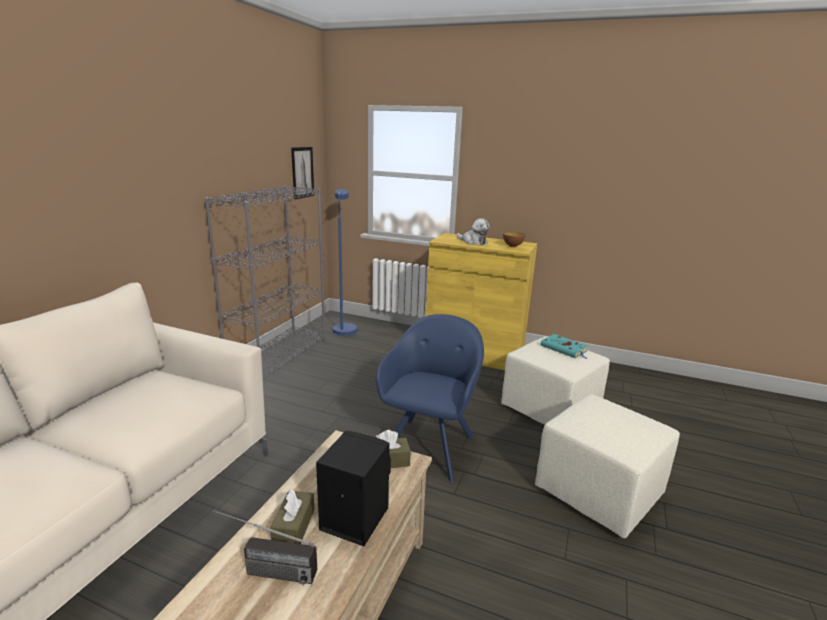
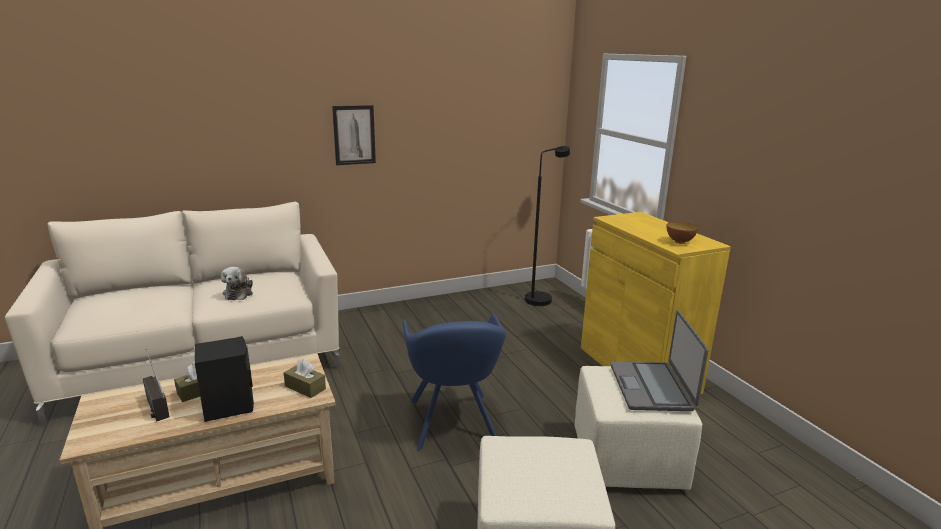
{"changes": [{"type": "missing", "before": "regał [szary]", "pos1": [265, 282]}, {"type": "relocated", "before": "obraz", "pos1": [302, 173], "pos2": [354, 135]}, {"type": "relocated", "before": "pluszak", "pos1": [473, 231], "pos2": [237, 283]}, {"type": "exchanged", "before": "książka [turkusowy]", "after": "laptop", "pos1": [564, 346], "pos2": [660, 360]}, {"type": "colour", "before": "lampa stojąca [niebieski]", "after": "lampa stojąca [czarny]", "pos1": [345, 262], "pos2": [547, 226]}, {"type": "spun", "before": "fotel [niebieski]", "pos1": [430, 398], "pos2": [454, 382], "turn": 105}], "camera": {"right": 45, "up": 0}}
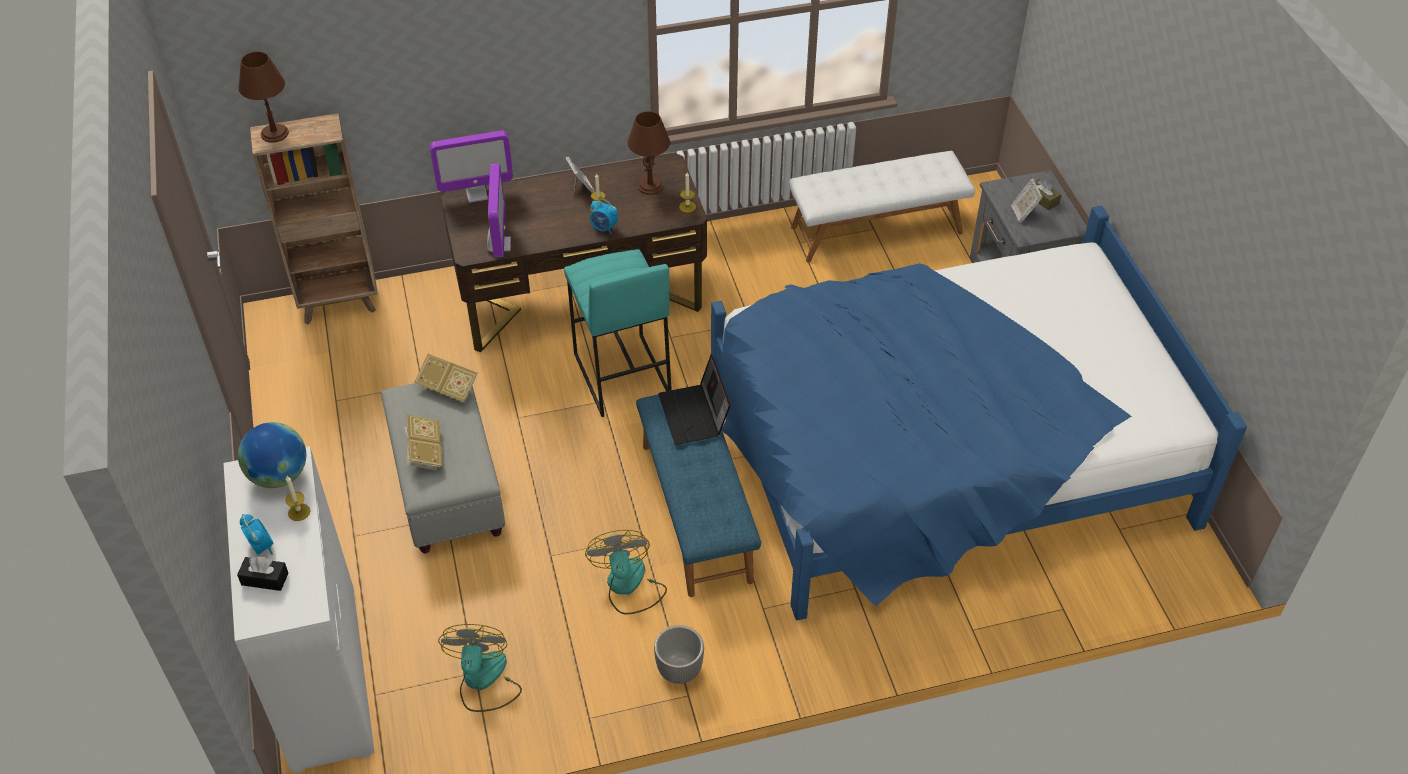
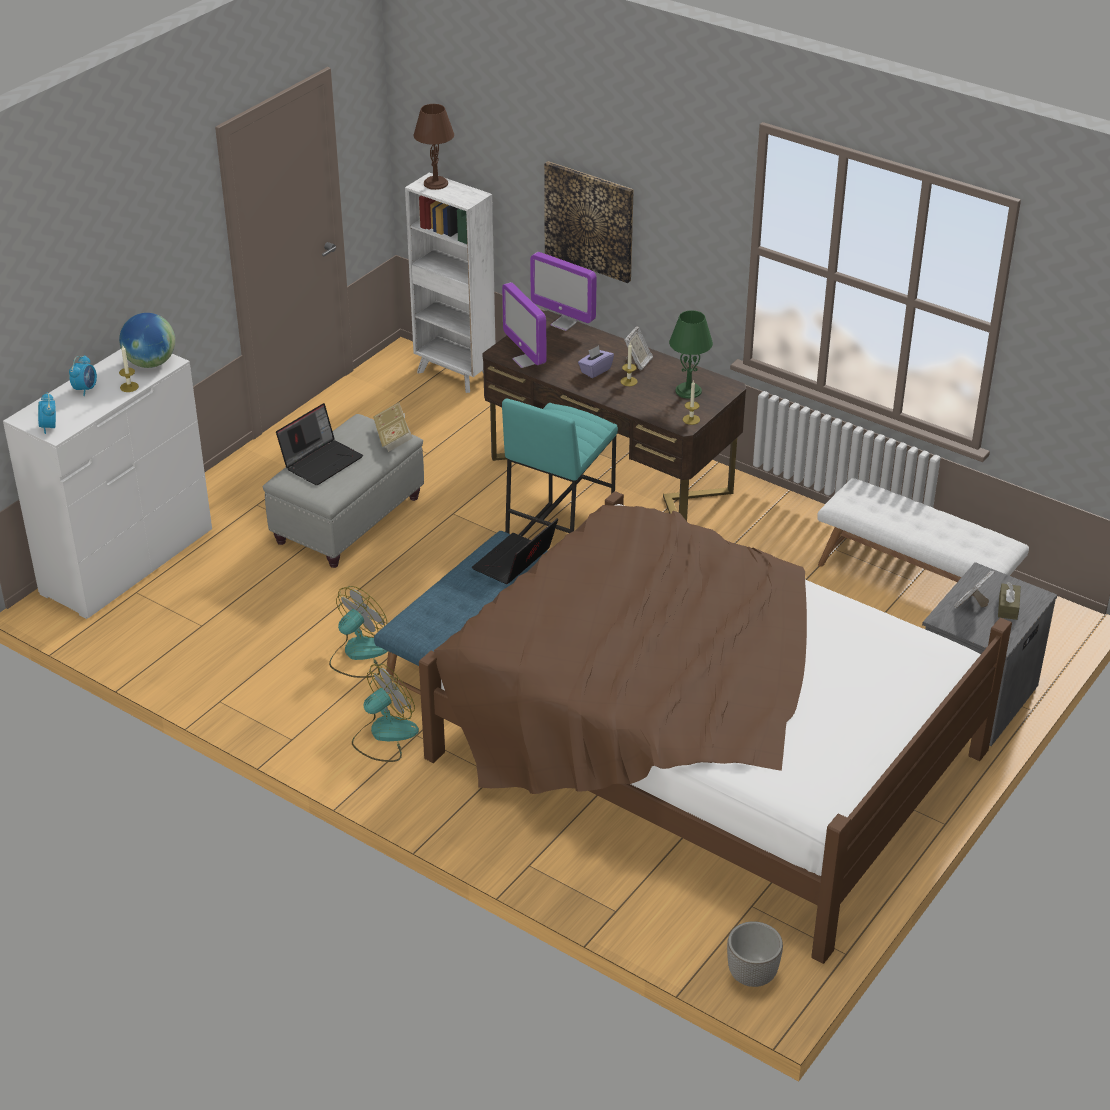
{"changes": [{"type": "missing", "before": "pudełko chusteczek [czarny]", "pos1": [262, 574]}, {"type": "appeared", "after": "obraz", "pos2": [589, 222]}, {"type": "appeared", "after": "pudełko chusteczek [fioletowy]", "pos2": [596, 362]}, {"type": "relocated", "before": "wentylator", "pos1": [480, 668], "pos2": [385, 713]}, {"type": "relocated", "before": "budzik", "pos1": [604, 216], "pos2": [47, 413]}, {"type": "relocated", "before": "donica", "pos1": [679, 654], "pos2": [755, 954]}, {"type": "exchanged", "before": "książka", "after": "laptop", "pos1": [423, 442], "pos2": [319, 444]}, {"type": "colour", "before": "regał [brązowy]", "after": "regał [biały]", "pos1": [314, 218], "pos2": [450, 283]}, {"type": "colour", "before": "lampa stołowa [brązowy]", "after": "lampa stołowa [zielony]", "pos1": [649, 153], "pos2": [691, 354]}, {"type": "colour", "before": "łóżko [niebieski]", "after": "łóżko [brązowy]", "pos1": [979, 413], "pos2": [715, 727]}, {"type": "spun", "before": "monitor", "pos1": [499, 211], "pos2": [524, 325], "turn": 105}], "camera": {"right": 50, "up": -10}}
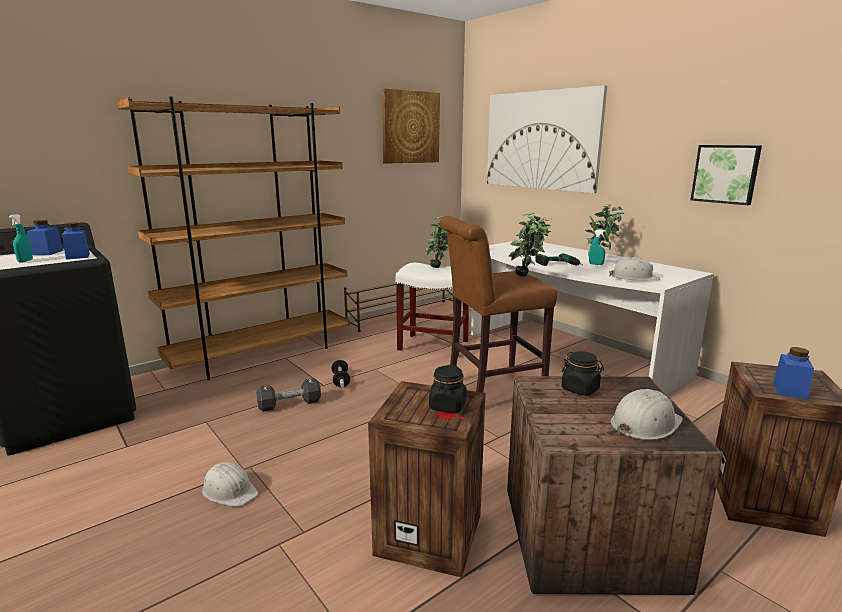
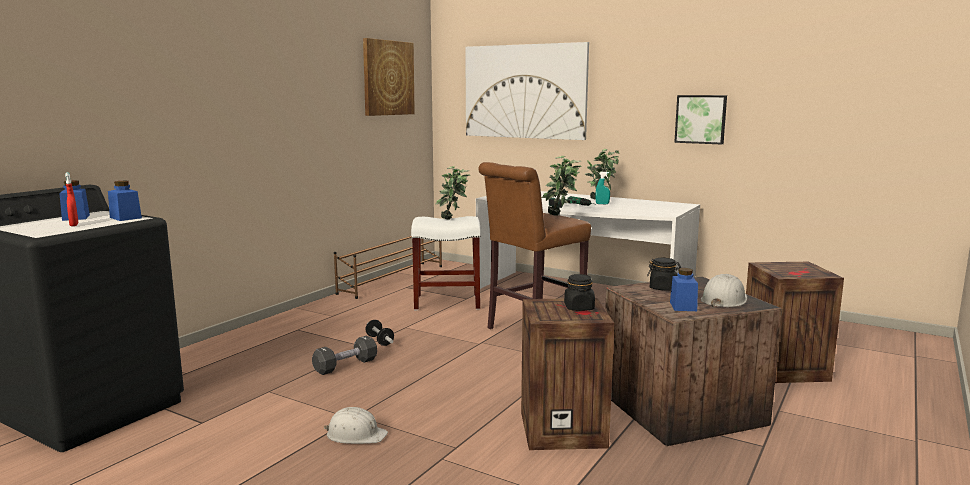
{"changes": [{"type": "missing", "before": "regał [brązowy]", "pos1": [233, 238]}, {"type": "missing", "before": "kask [biały]", "pos1": [634, 268]}, {"type": "relocated", "before": "słoik [niebieski]", "pos1": [794, 373], "pos2": [684, 289]}, {"type": "colour", "before": "spryskiwacz [turkusowy]", "after": "spryskiwacz [czerwony]", "pos1": [21, 238], "pos2": [72, 199]}], "camera": {"right": -20, "up": -5}}
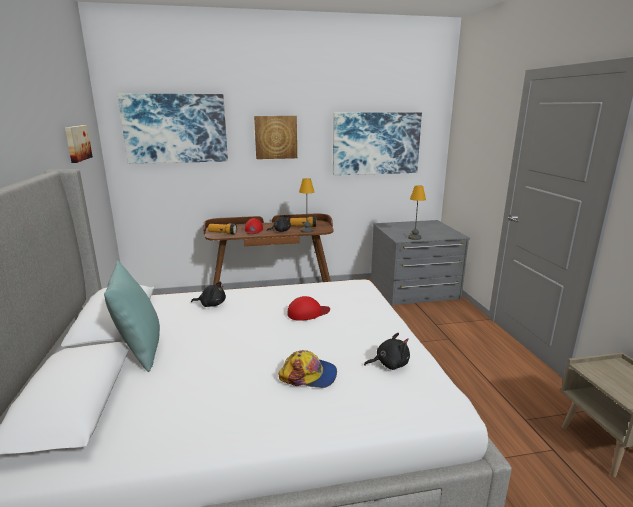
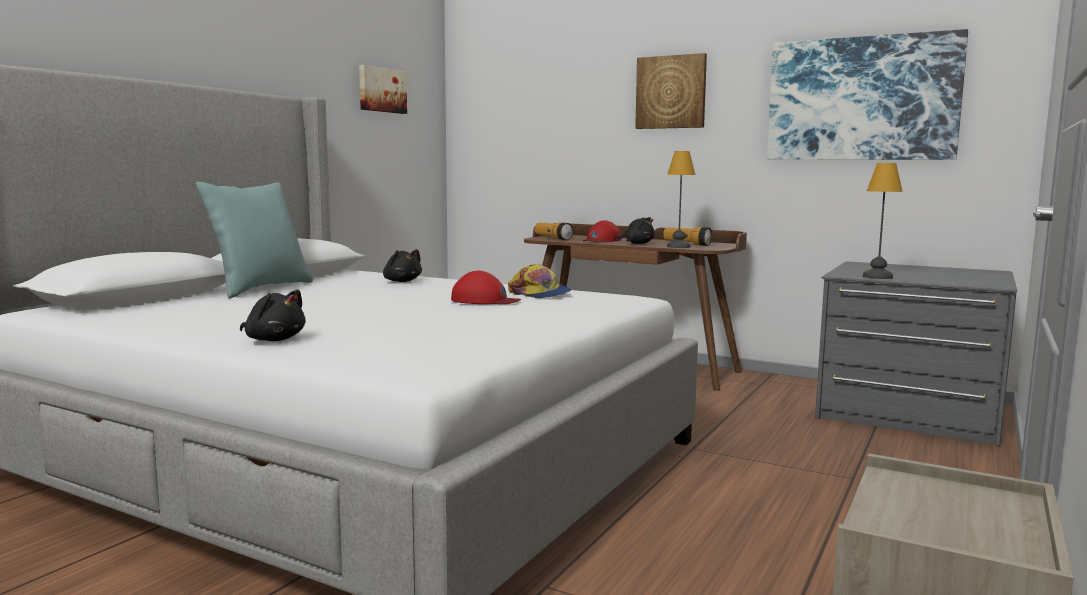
{"changes": [{"type": "missing", "before": "obraz", "pos1": [173, 129]}, {"type": "relocated", "before": "czapka z daszkiem", "pos1": [307, 369], "pos2": [539, 281]}, {"type": "relocated", "before": "pluszak [czarny]", "pos1": [387, 351], "pos2": [273, 315]}], "camera": {"right": 40, "up": -10}}
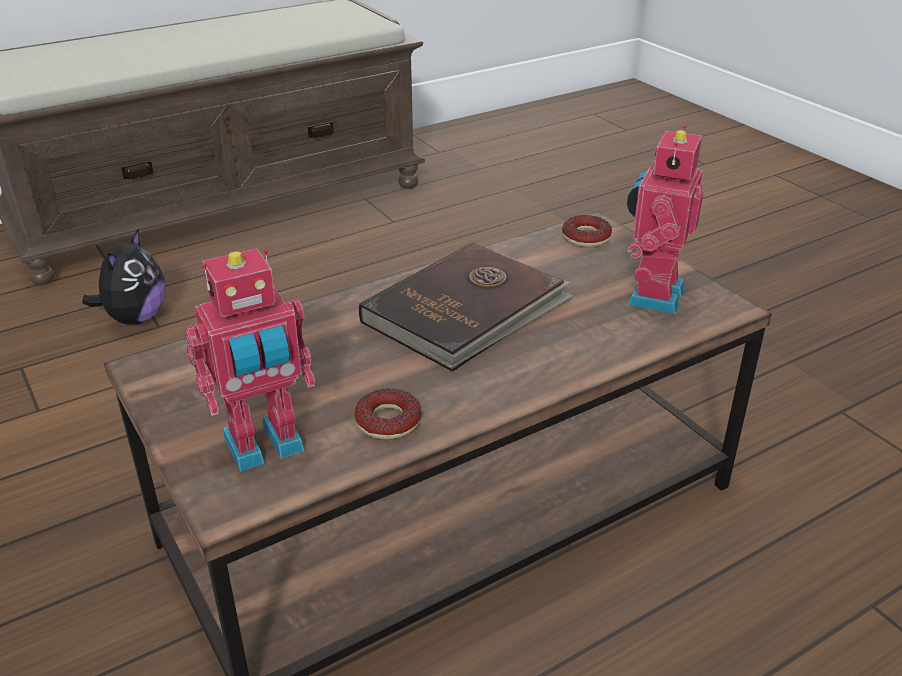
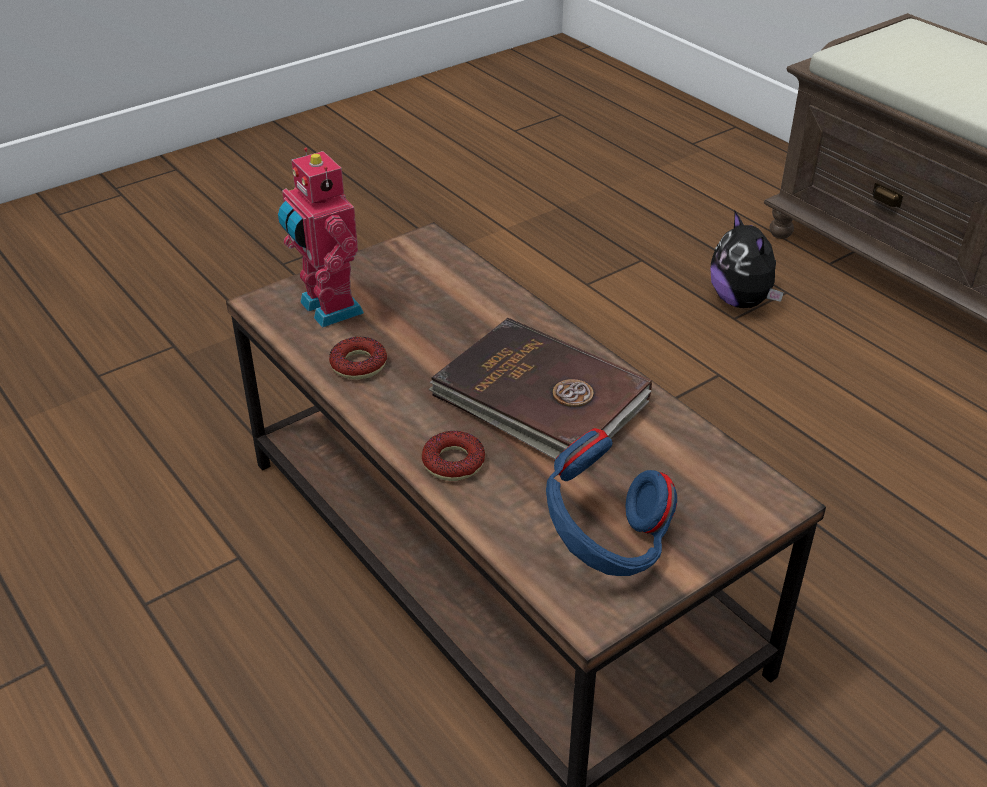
{"changes": [{"type": "relocated", "before": "donut", "pos1": [587, 231], "pos2": [453, 456]}, {"type": "exchanged", "before": "robot zabawkowy", "after": "słuchawki [niebieski]", "pos1": [665, 219], "pos2": [611, 502]}, {"type": "spun", "before": "pluszak", "pos1": [123, 276], "pos2": [747, 259], "turn": 60}], "camera": {"right": 85, "up": 5}}
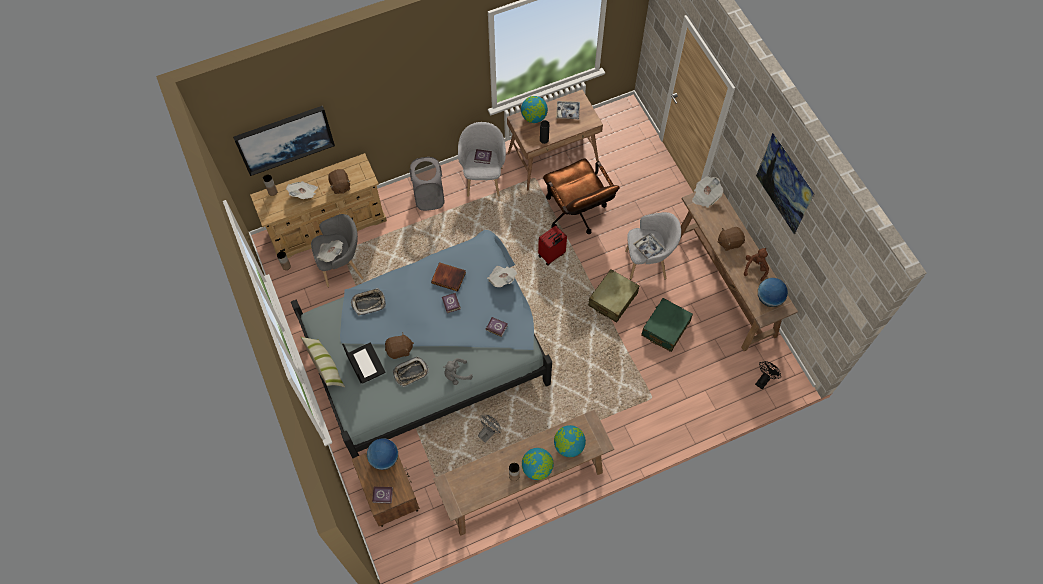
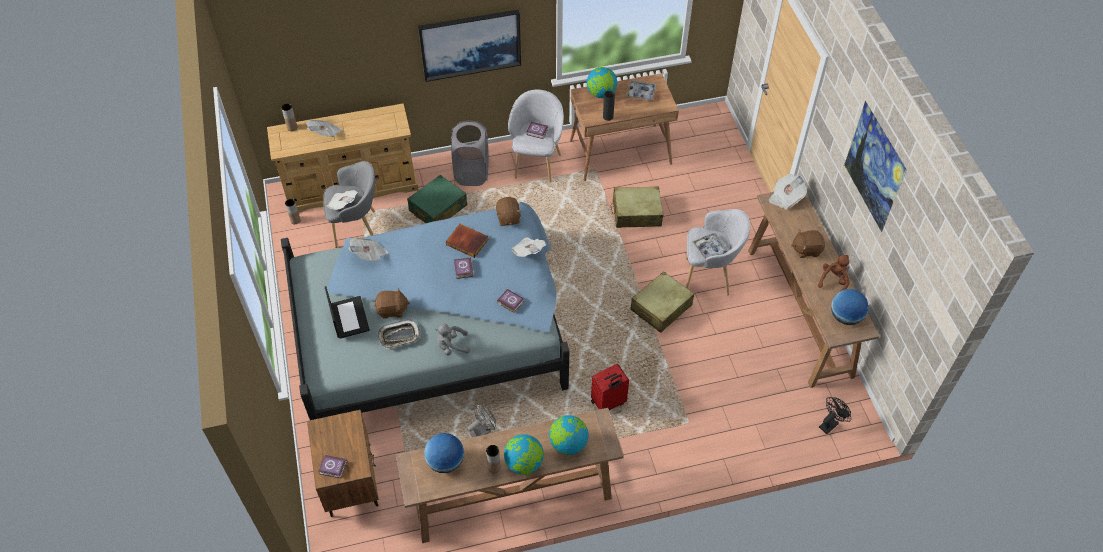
{"changes": [{"type": "missing", "before": "poduszka", "pos1": [323, 362]}, {"type": "relocated", "before": "obraz", "pos1": [284, 141], "pos2": [469, 46]}, {"type": "relocated", "before": "pluszak [brązowy]", "pos1": [339, 181], "pos2": [509, 211]}, {"type": "relocated", "before": "globus", "pos1": [382, 454], "pos2": [444, 453]}, {"type": "relocated", "before": "walizka [czerwony]", "pos1": [552, 245], "pos2": [610, 387]}, {"type": "relocated", "before": "walizka [zielony]", "pos1": [667, 325], "pos2": [437, 199]}, {"type": "exchanged", "before": "taca", "after": "gazeta", "pos1": [368, 301], "pos2": [368, 249]}, {"type": "exchanged", "before": "krzesło biurowe [brązowy]", "after": "walizka [beżowy]", "pos1": [581, 196], "pos2": [636, 207]}], "camera": {"right": 10, "up": -10}}
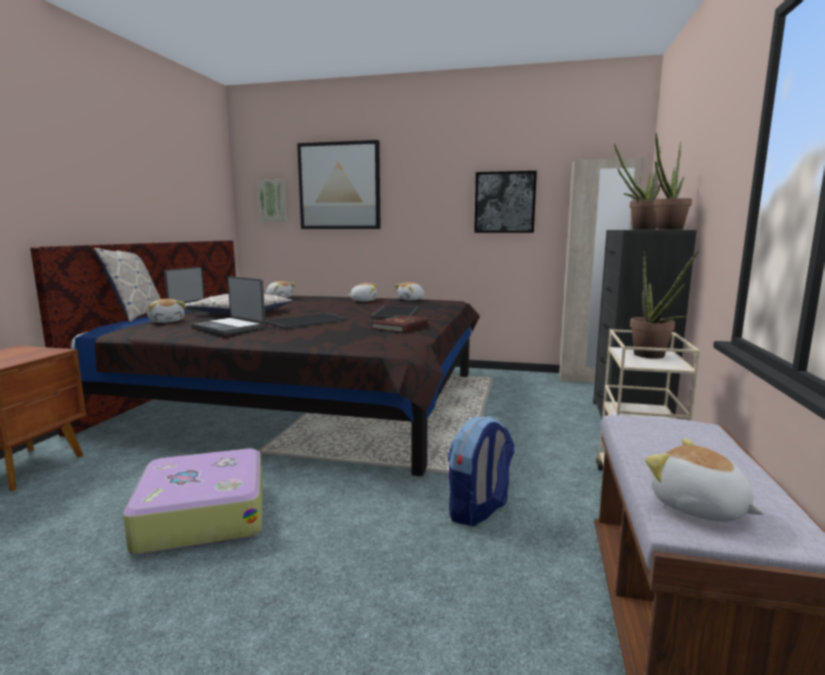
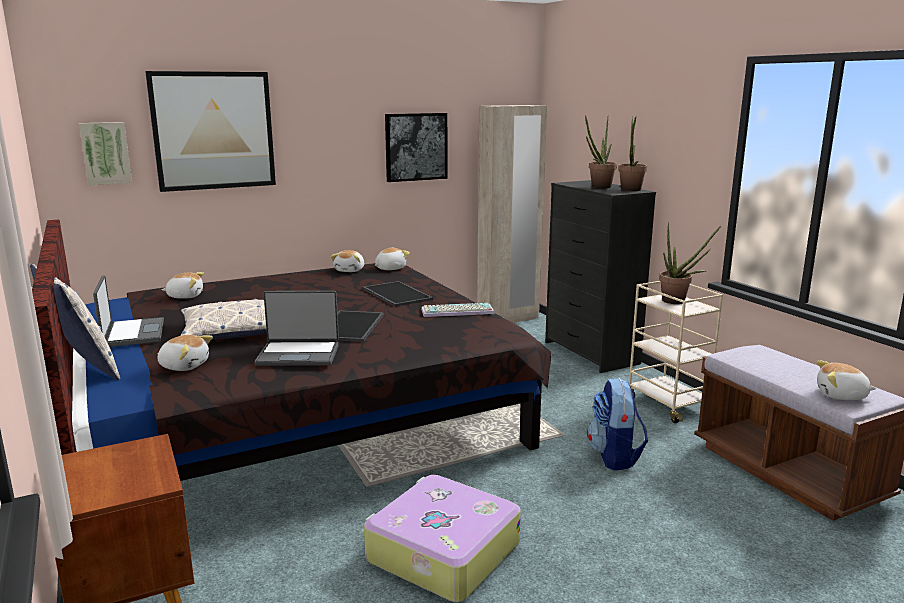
{"changes": [{"type": "relocated", "before": "pluszak", "pos1": [362, 292], "pos2": [392, 258]}, {"type": "exchanged", "before": "książka [czerwony]", "after": "klawiatura", "pos1": [401, 324], "pos2": [457, 310]}], "camera": {"right": -40, "up": 5}}
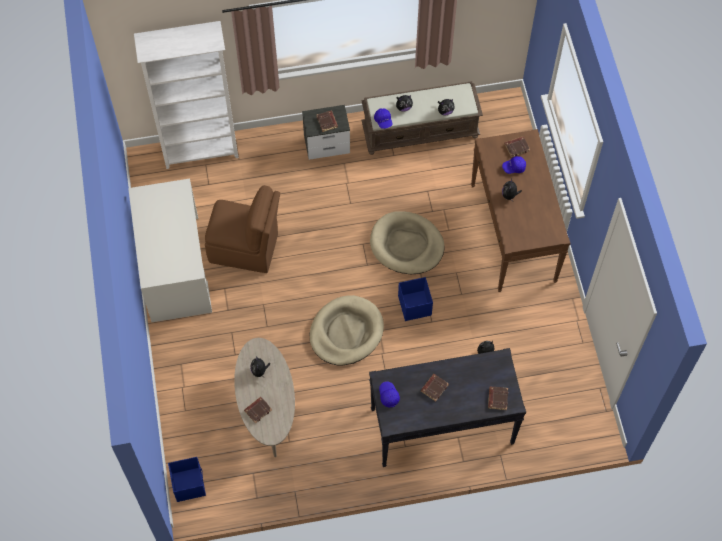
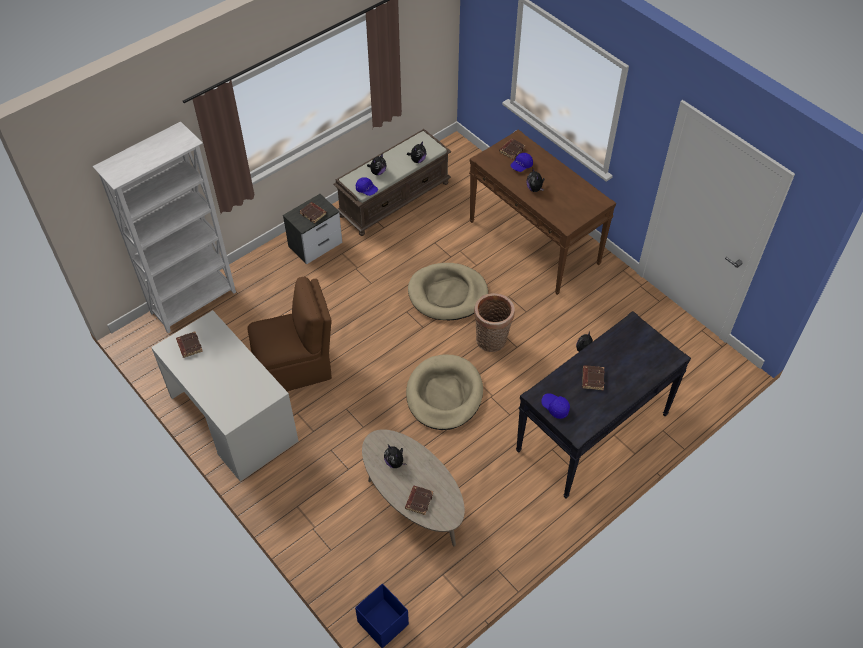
{"changes": [{"type": "relocated", "before": "książka [brązowy]", "pos1": [498, 398], "pos2": [189, 345]}, {"type": "exchanged", "before": "pojemnik do przechowywania [niebieski]", "after": "koszyk", "pos1": [415, 299], "pos2": [494, 322]}], "camera": {"right": -30, "up": -10}}
